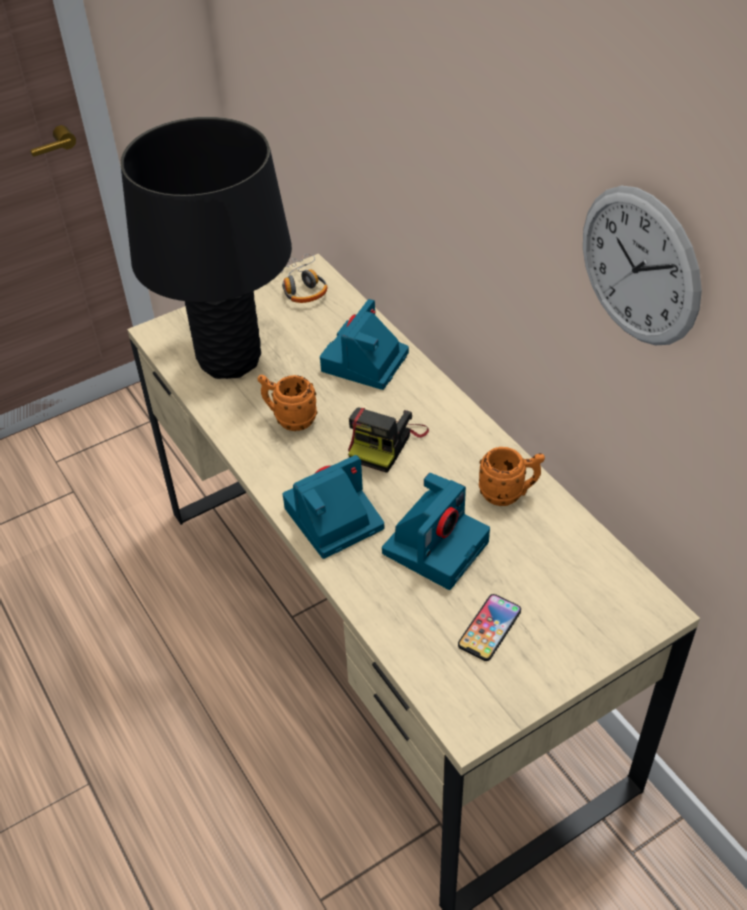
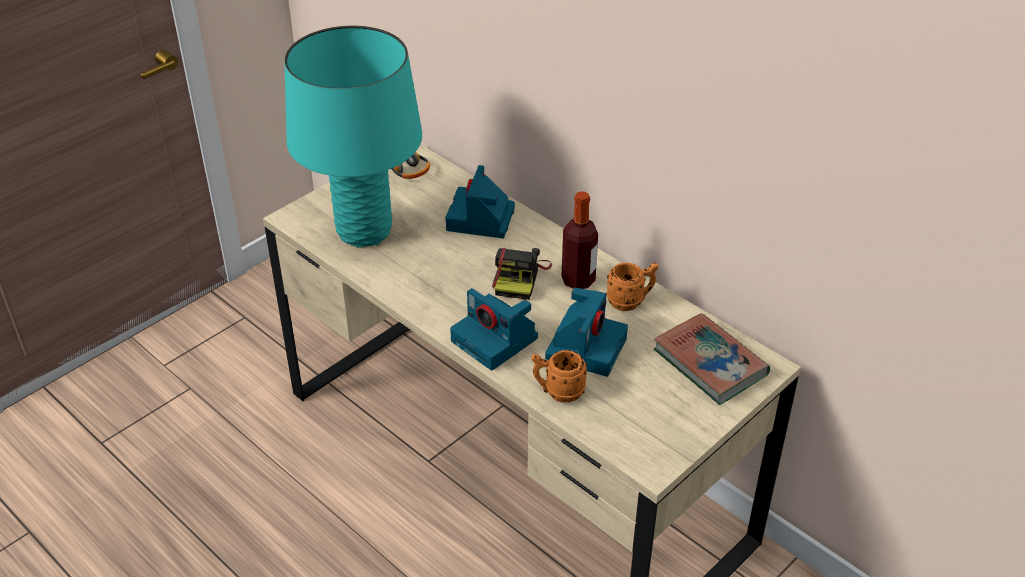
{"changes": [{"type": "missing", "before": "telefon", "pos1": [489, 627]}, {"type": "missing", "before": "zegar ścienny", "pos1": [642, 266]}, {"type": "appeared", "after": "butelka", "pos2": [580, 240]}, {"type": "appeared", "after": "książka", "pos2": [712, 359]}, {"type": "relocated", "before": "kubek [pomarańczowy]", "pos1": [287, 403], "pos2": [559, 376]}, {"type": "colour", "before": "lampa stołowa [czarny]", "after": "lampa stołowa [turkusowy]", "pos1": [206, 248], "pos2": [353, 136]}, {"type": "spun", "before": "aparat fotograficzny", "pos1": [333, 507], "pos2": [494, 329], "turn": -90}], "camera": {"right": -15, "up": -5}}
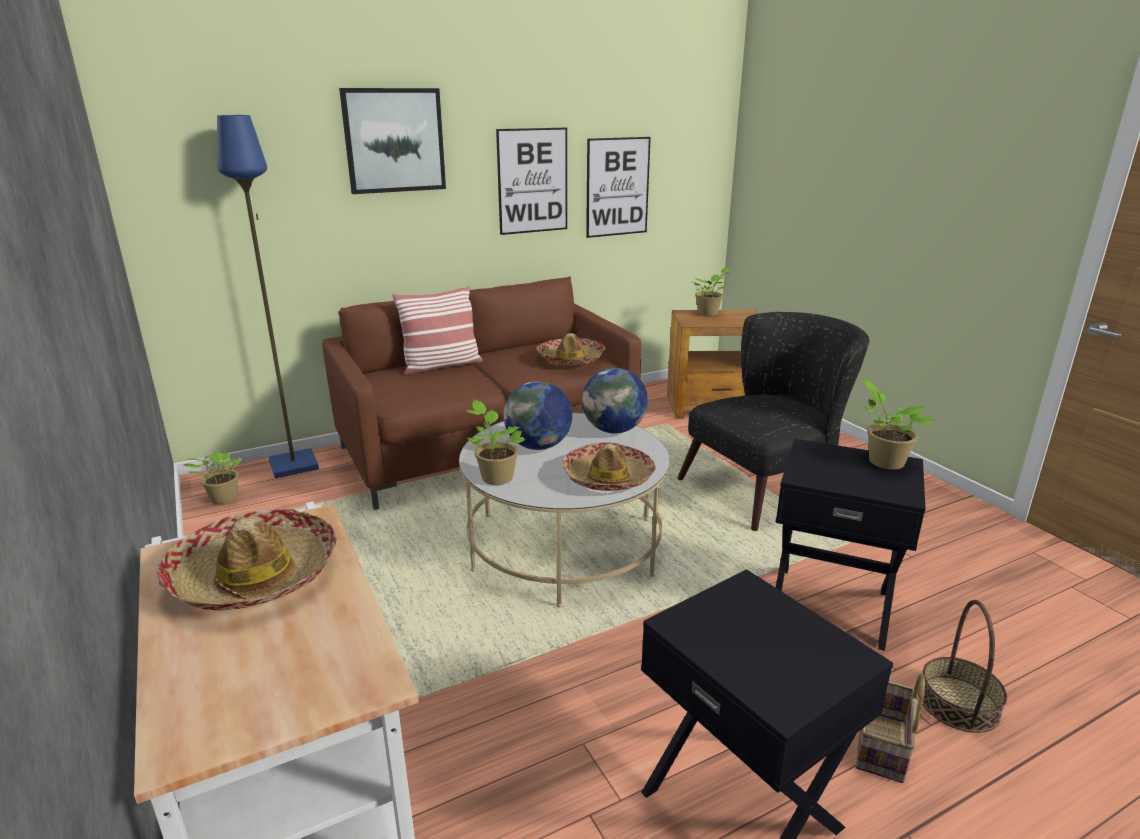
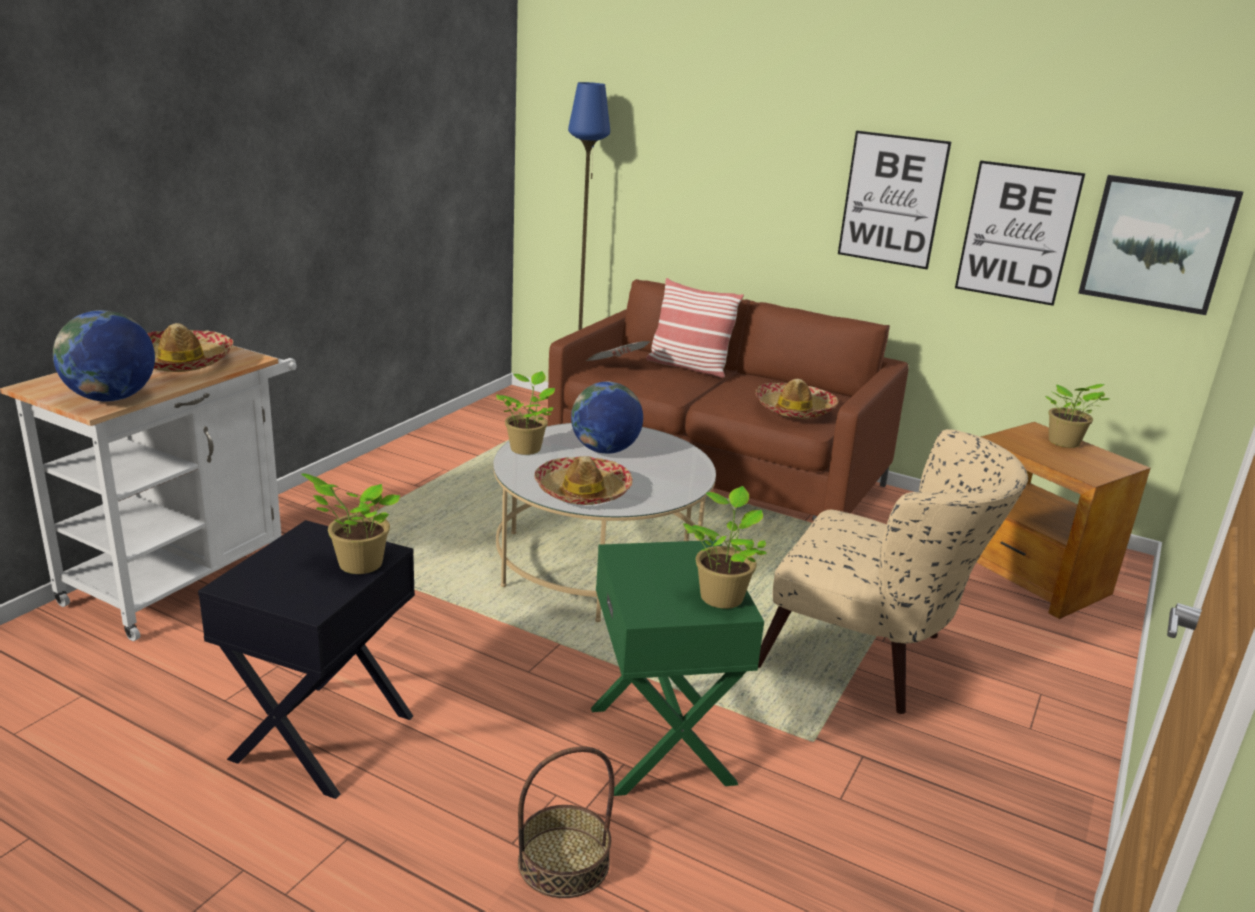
{"changes": [{"type": "missing", "before": "koszyk", "pos1": [890, 728]}, {"type": "appeared", "after": "gazeta", "pos2": [618, 351]}, {"type": "relocated", "before": "roślina doniczkowa", "pos1": [213, 477], "pos2": [351, 523]}, {"type": "relocated", "before": "obraz", "pos1": [392, 141], "pos2": [1160, 245]}, {"type": "relocated", "before": "globus", "pos1": [615, 400], "pos2": [104, 356]}, {"type": "colour", "before": "fotel [czarny]", "after": "fotel [beżowy]", "pos1": [774, 421], "pos2": [893, 571]}, {"type": "colour", "before": "stolik [czarny]", "after": "stolik [zielony]", "pos1": [850, 545], "pos2": [677, 668]}], "camera": {"right": 55, "up": 0}}
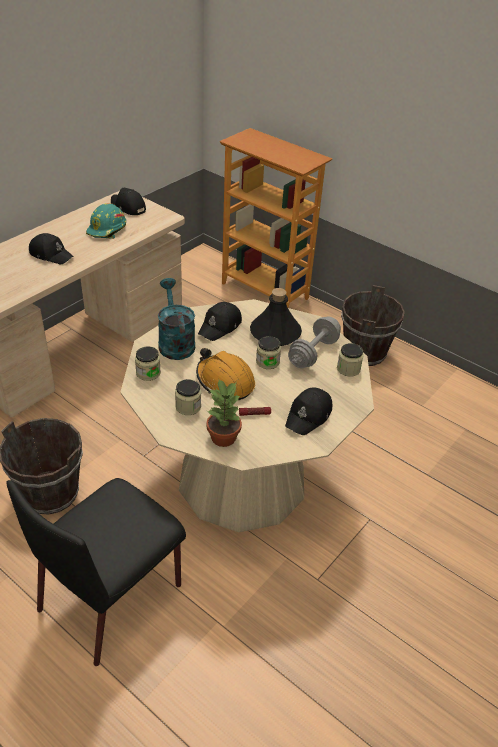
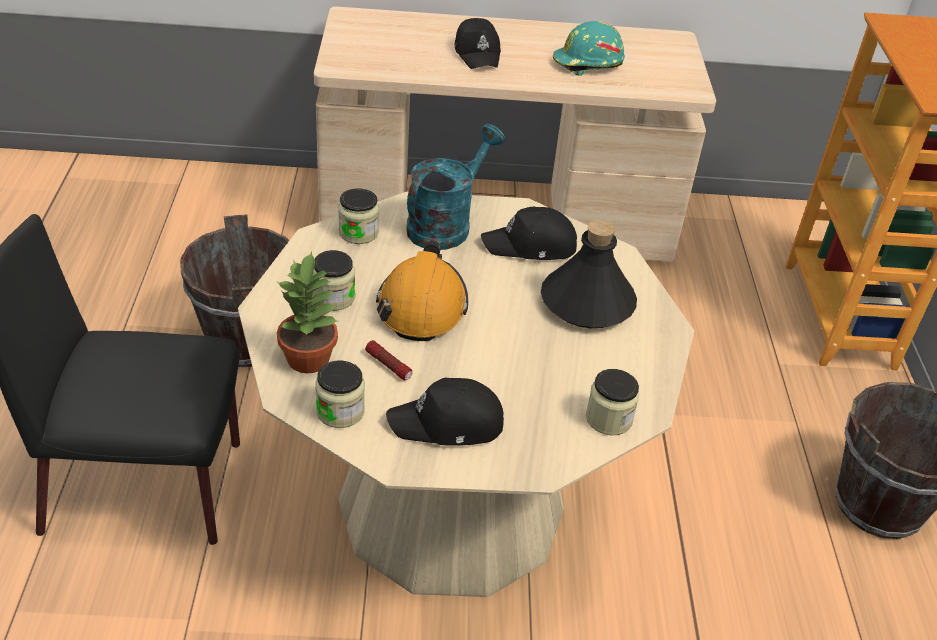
{"changes": [{"type": "missing", "before": "czapka z daszkiem [czarny]", "pos1": [128, 201]}, {"type": "missing", "before": "hantel [szary]", "pos1": [314, 342]}, {"type": "relocated", "before": "słoik", "pos1": [268, 352], "pos2": [340, 394]}], "camera": {"right": 50, "up": 0}}
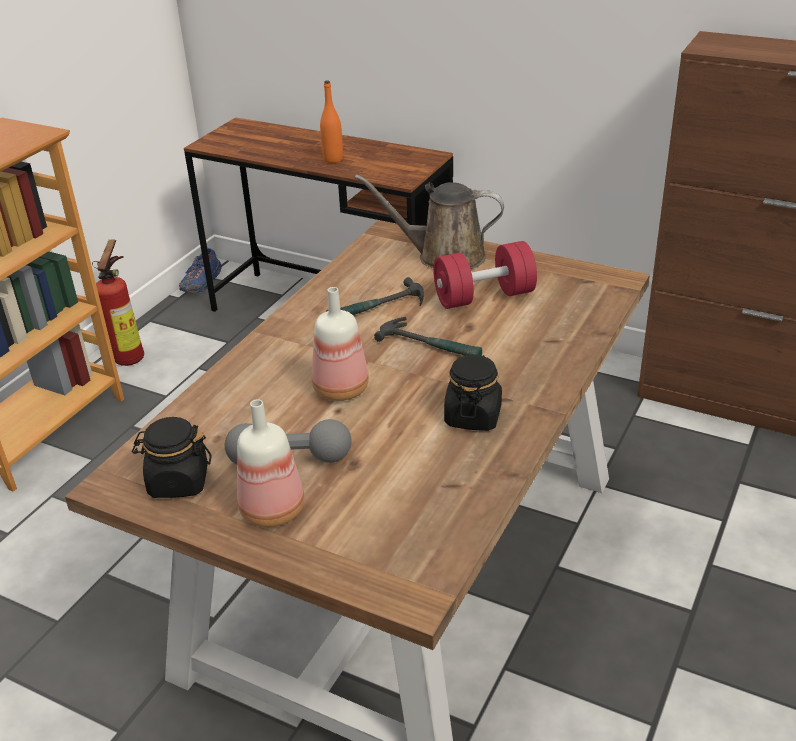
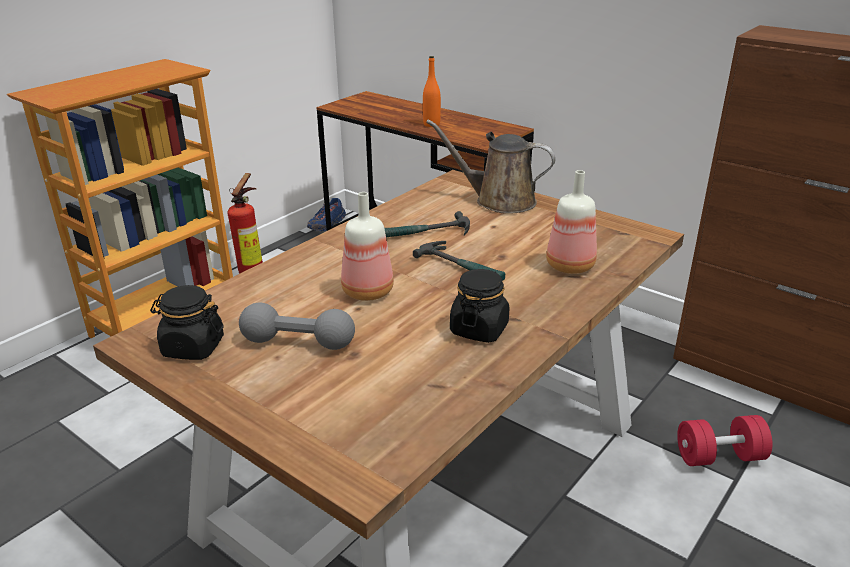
{"changes": [{"type": "relocated", "before": "butelka", "pos1": [270, 463], "pos2": [571, 222]}, {"type": "relocated", "before": "hantel [czerwony]", "pos1": [485, 275], "pos2": [724, 440]}], "camera": {"right": 10, "up": -5}}
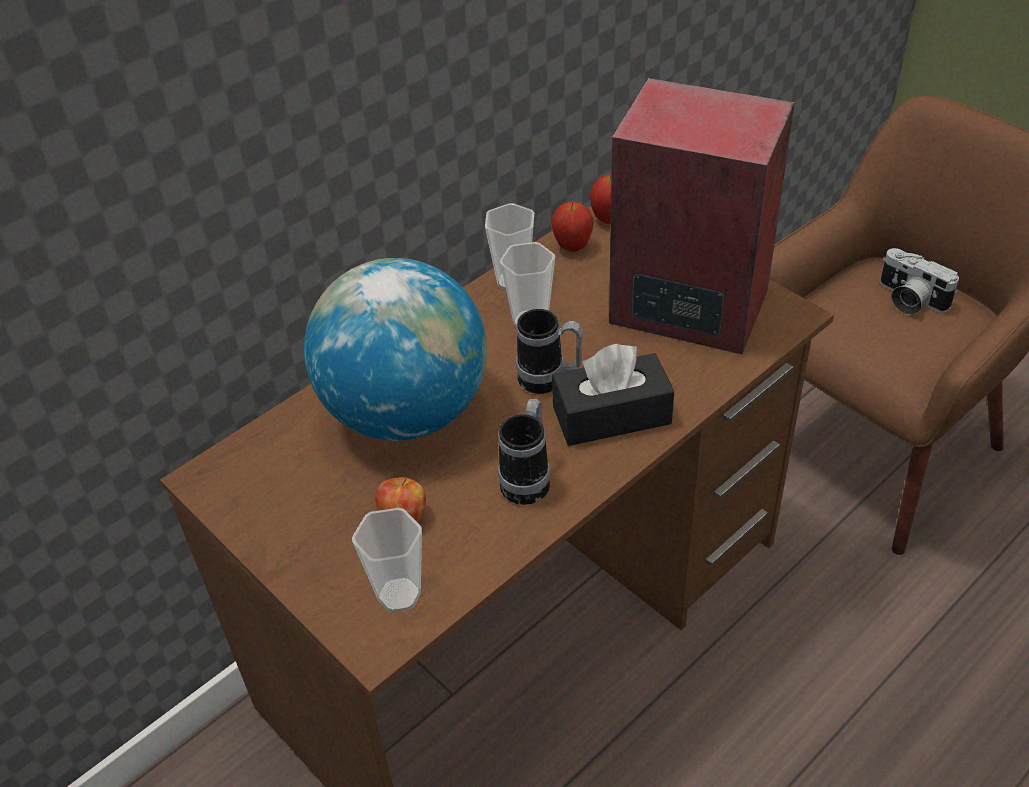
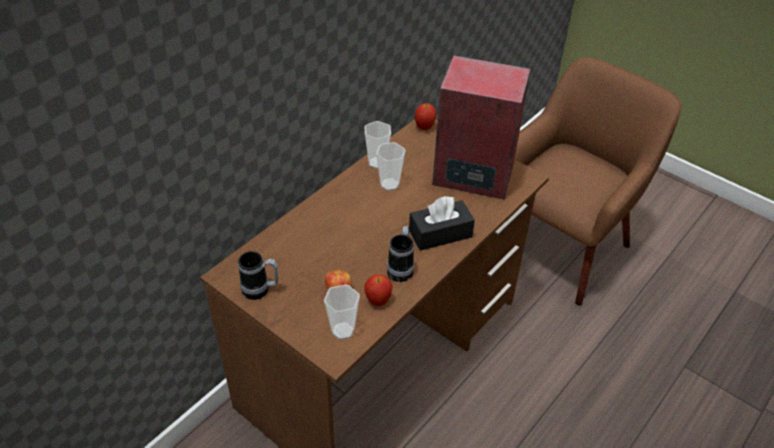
{"changes": [{"type": "missing", "before": "globus", "pos1": [395, 349]}, {"type": "missing", "before": "aparat fotograficzny", "pos1": [919, 281]}, {"type": "relocated", "before": "kubek", "pos1": [549, 351], "pos2": [258, 275]}, {"type": "relocated", "before": "jabłko", "pos1": [572, 226], "pos2": [378, 290]}], "camera": {"right": -10, "up": 0}}
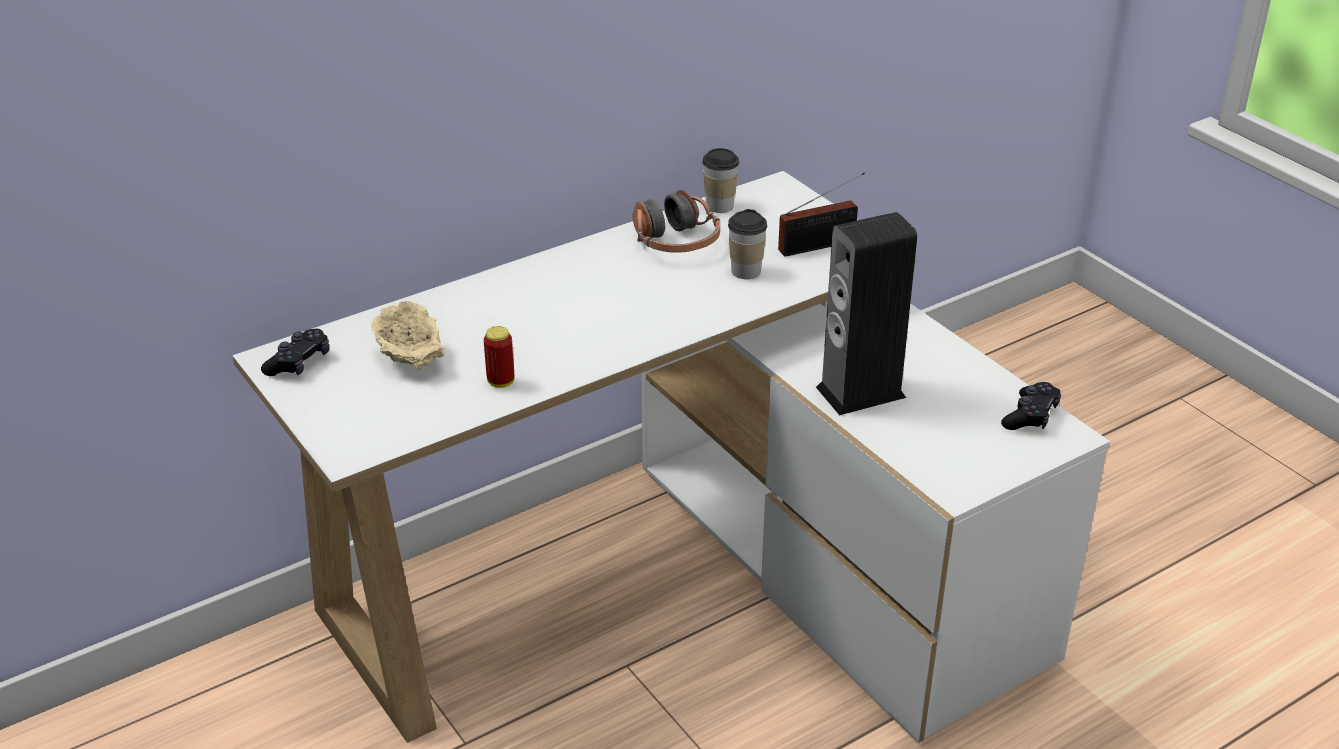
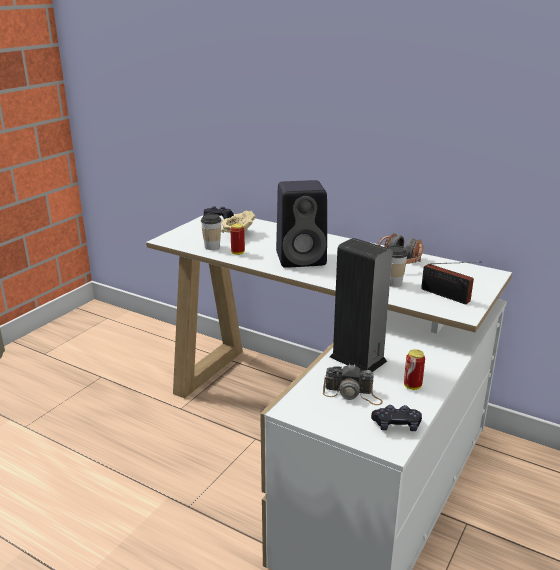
{"changes": [{"type": "appeared", "after": "głośnik [czarny]", "pos2": [301, 224]}, {"type": "appeared", "after": "aparat fotograficzny", "pos2": [353, 384]}, {"type": "appeared", "after": "puszka", "pos2": [414, 369]}, {"type": "relocated", "before": "filiżanka", "pos1": [721, 180], "pos2": [211, 232]}], "camera": {"right": 65, "up": -10}}
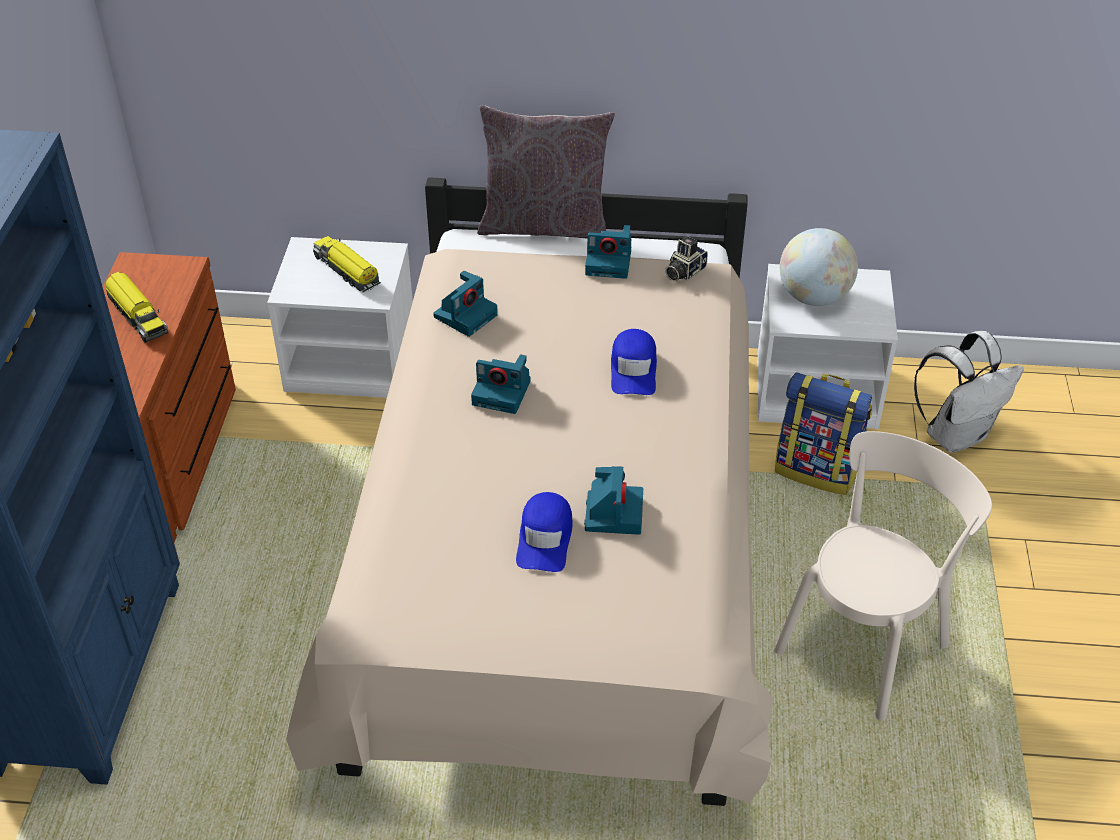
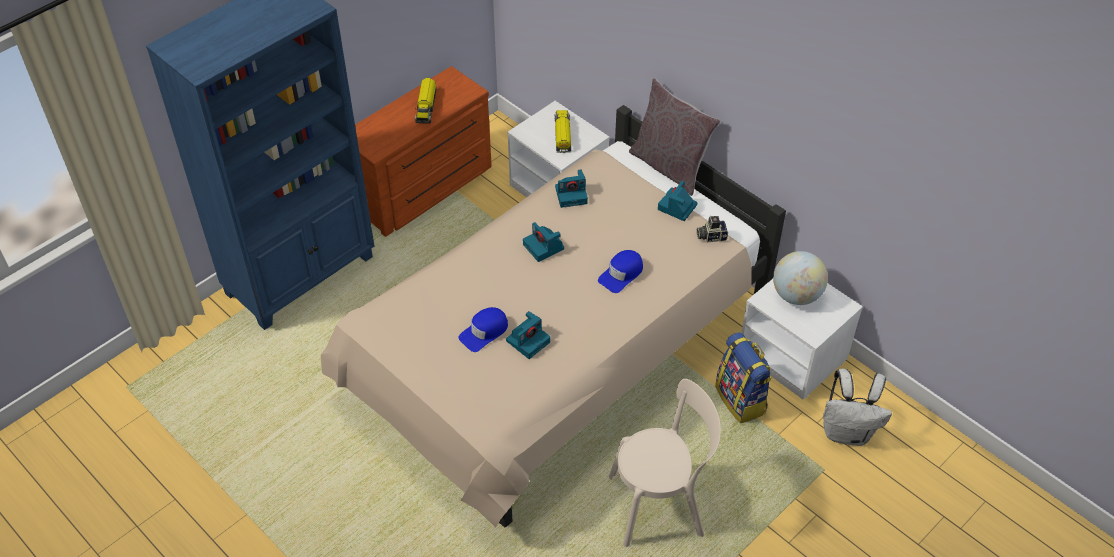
{"changes": [{"type": "spun", "before": "aparat fotograficzny", "pos1": [608, 252], "pos2": [677, 201], "turn": 75}], "camera": {"right": 40, "up": 5}}
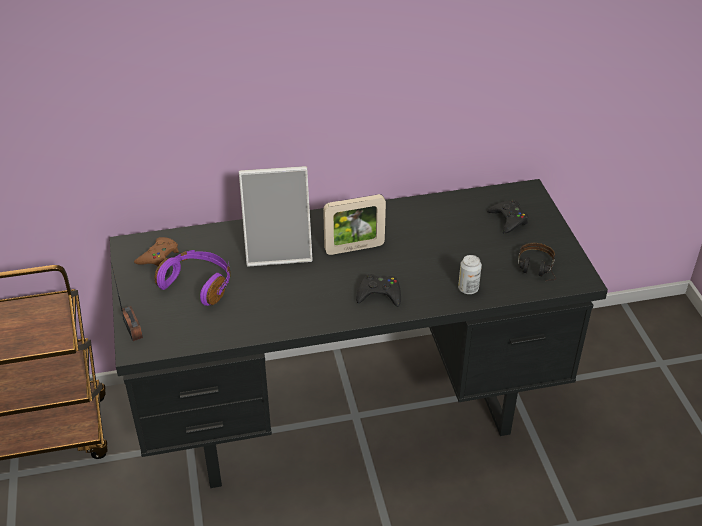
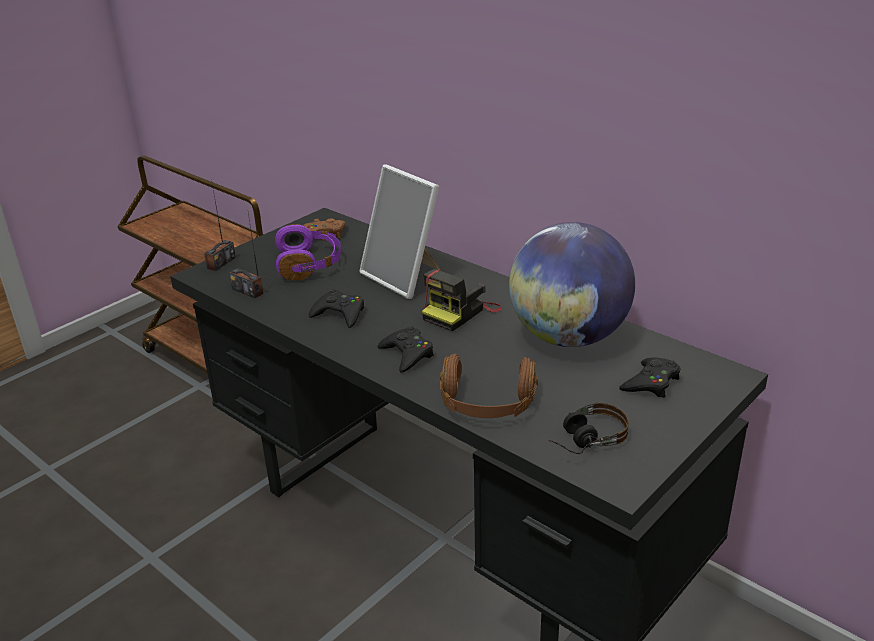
{"changes": [{"type": "appeared", "after": "radio", "pos2": [246, 256]}, {"type": "appeared", "after": "pad do gier [czarny]", "pos2": [336, 308]}, {"type": "appeared", "after": "globus", "pos2": [572, 284]}, {"type": "exchanged", "before": "ramka na zdjęcie", "after": "aparat fotograficzny", "pos1": [354, 224], "pos2": [462, 300]}, {"type": "exchanged", "before": "puszka", "after": "słuchawki [brązowy]", "pos1": [470, 274], "pos2": [489, 386]}], "camera": {"right": 55, "up": -10}}
